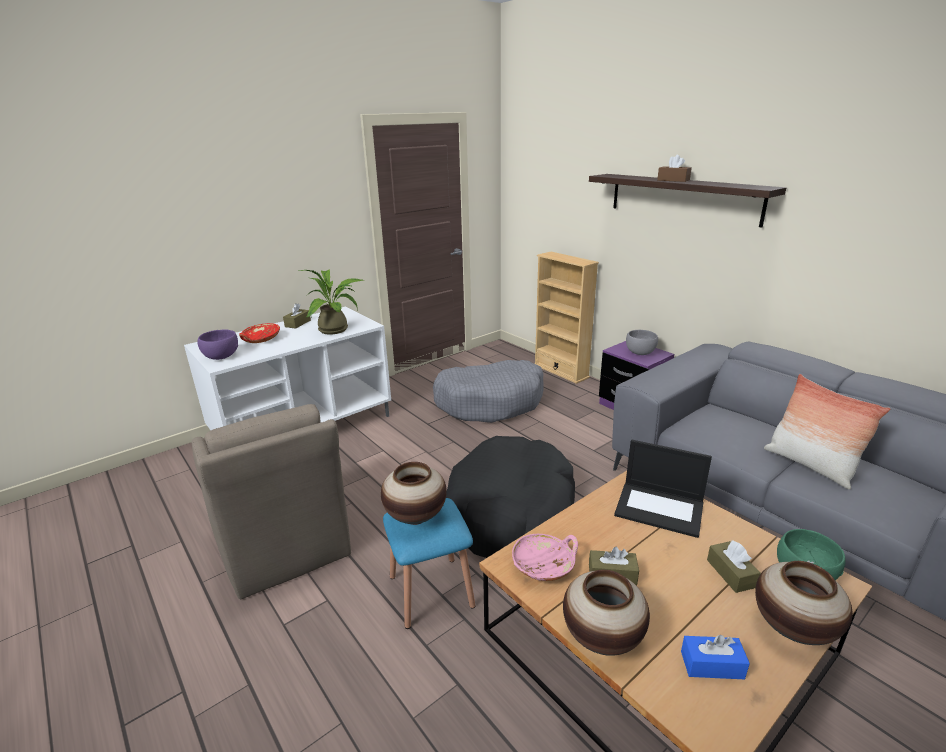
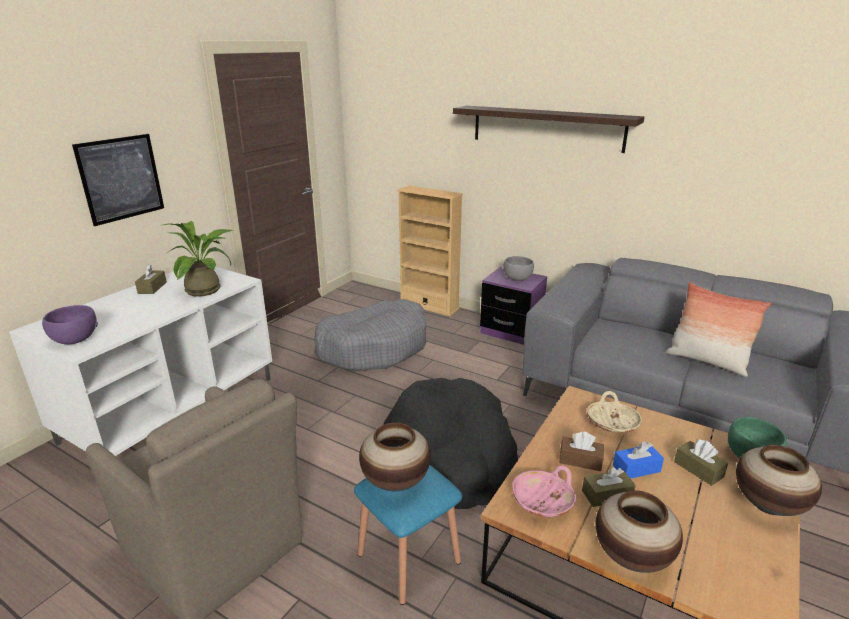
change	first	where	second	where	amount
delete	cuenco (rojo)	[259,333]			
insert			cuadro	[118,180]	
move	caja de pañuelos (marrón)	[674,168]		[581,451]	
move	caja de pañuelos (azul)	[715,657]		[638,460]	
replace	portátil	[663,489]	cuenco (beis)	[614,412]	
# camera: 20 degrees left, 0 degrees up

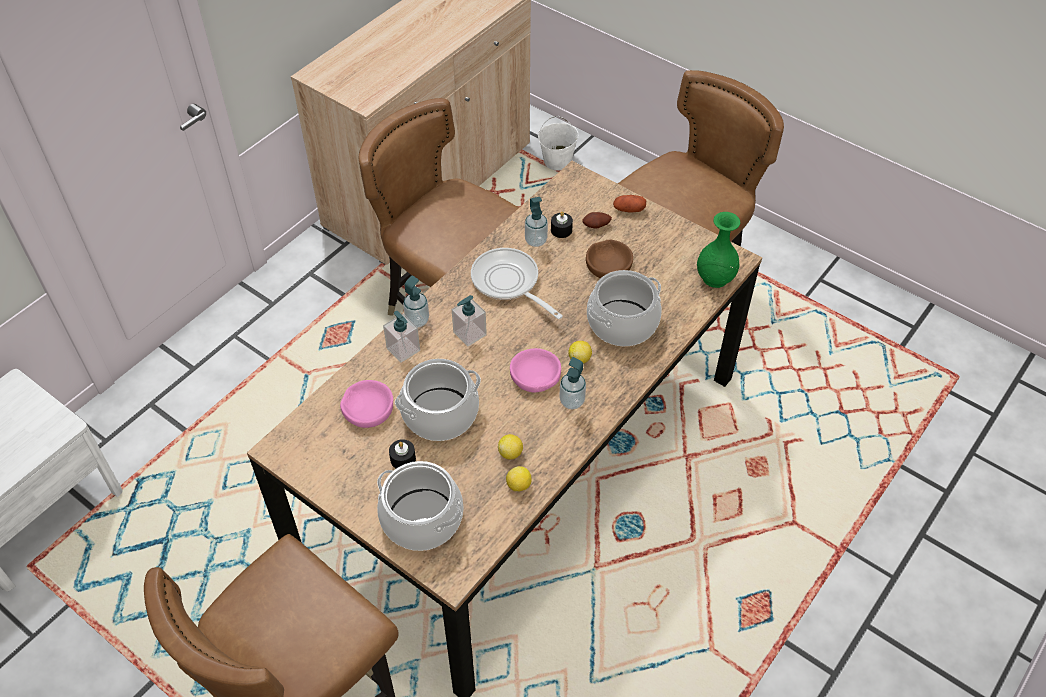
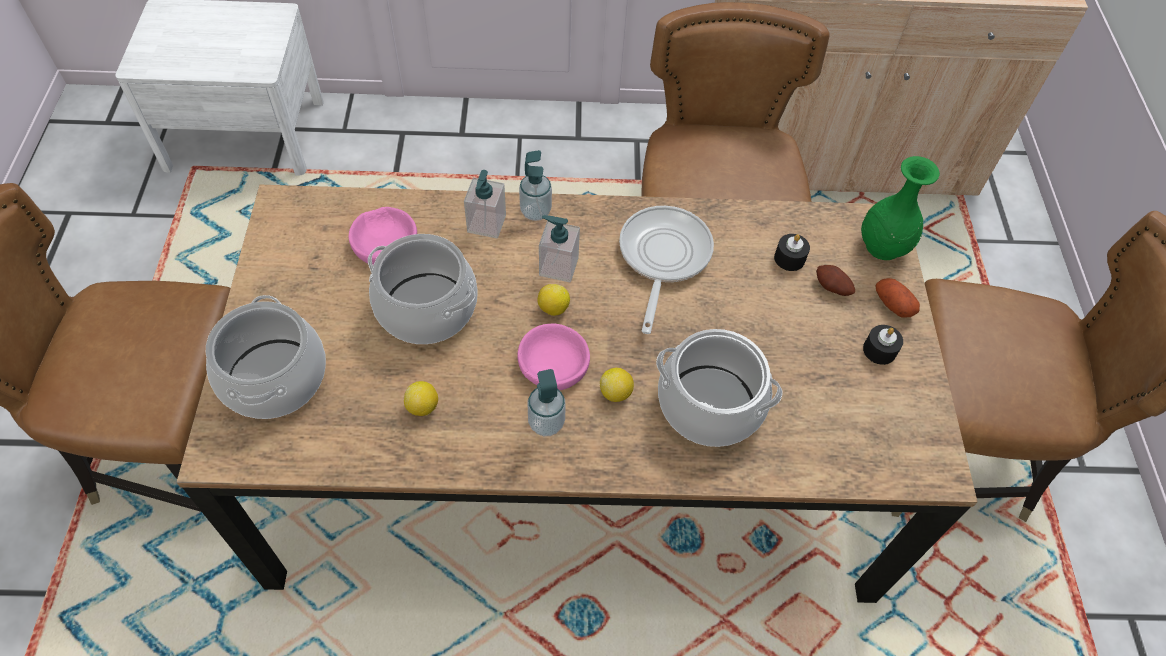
change	first	where	second	where	amount
delete	dispensador de jabón	[536,222]			
delete	cubo (blanco)	[558,143]			
delete	cuenco (marrón)	[609,259]			
move	vela (negro)	[402,454]		[883,345]	
move	limón	[519,479]		[553,300]	
move	florero (verde)	[718,250]		[900,208]	
# camera: 50 degrees right, 5 degrees up

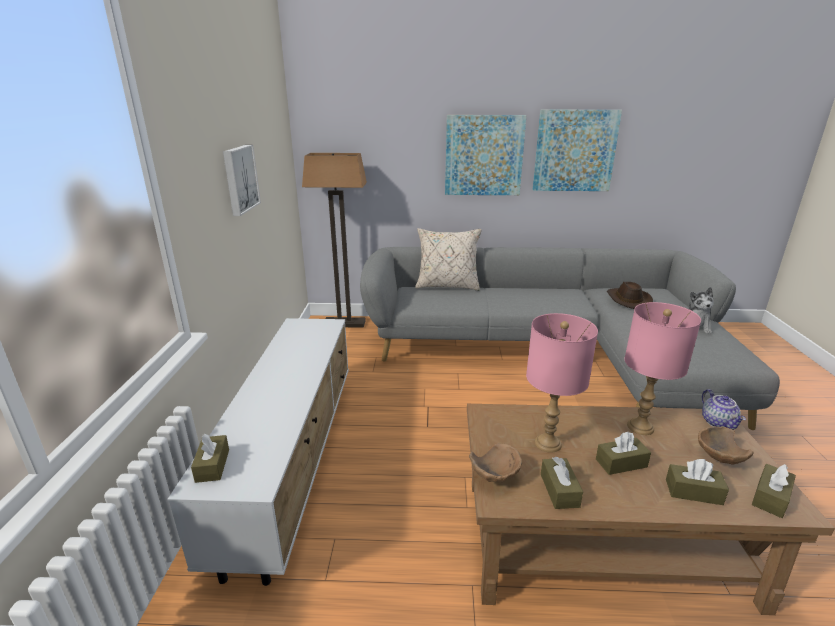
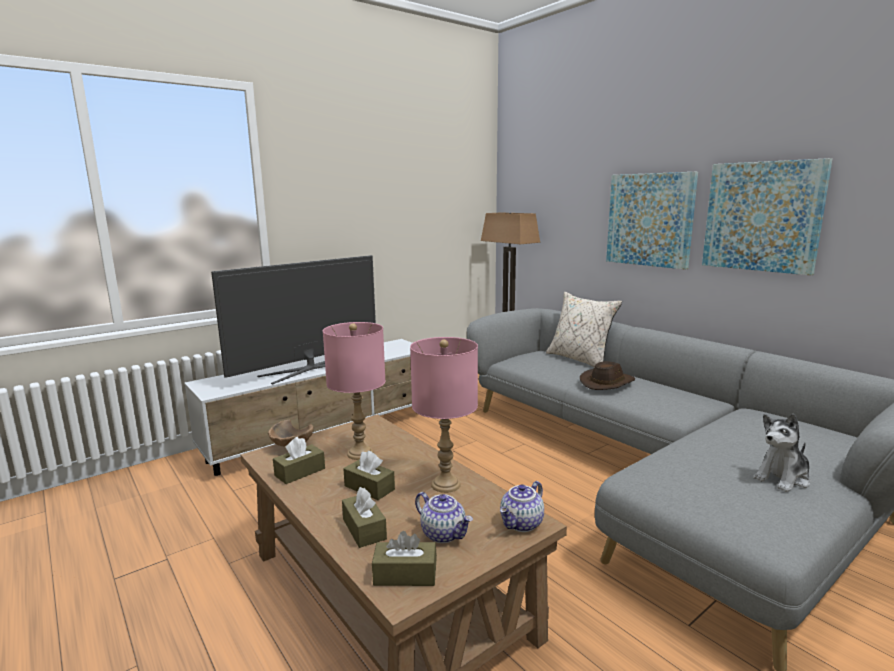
change	first	where	second	where	amount
delete	caja de pañuelos (marrón)	[210,458]			
delete	cuadro	[242,180]			
insert			televisor	[293,319]	
move	sombrero (marrón)	[630,295]		[607,375]	
replace	cuenco (marrón)	[726,445]	tetera	[444,517]	
# camera: 50 degrees right, 10 degrees down

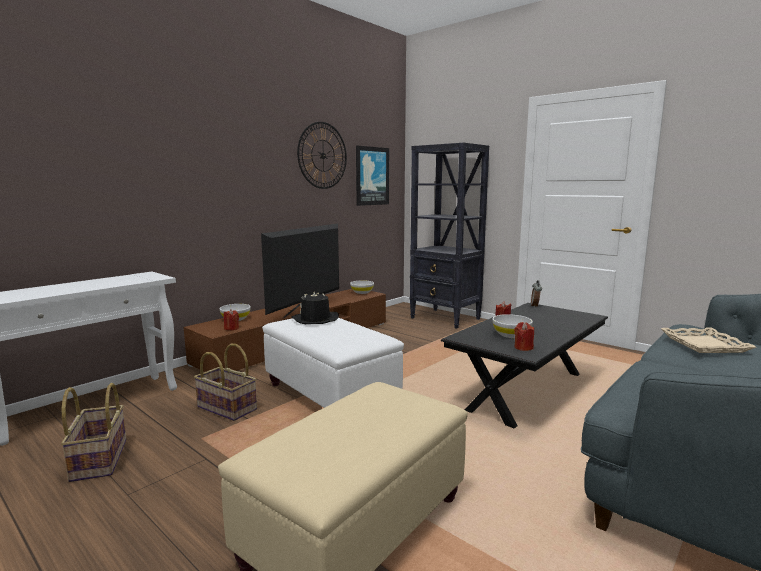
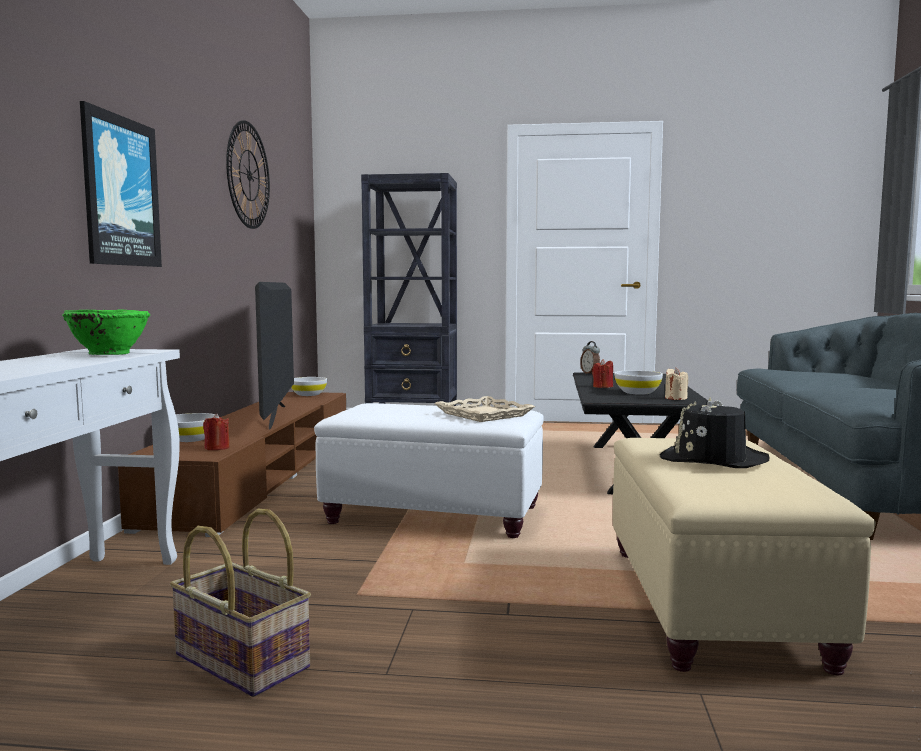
change	first	where	second	where	amount
delete	cesta	[225,382]			
insert			cuenco (verde)	[106,332]	
move	sombrero (negro)	[315,308]		[714,432]	
move	cuadro	[372,175]		[121,184]	
move	bandeja (beis)	[708,340]		[484,409]	
recolor	vela (rojo)	[524,336]	vela (beis)	[676,383]	
# camera: 35 degrees left, 5 degrees down

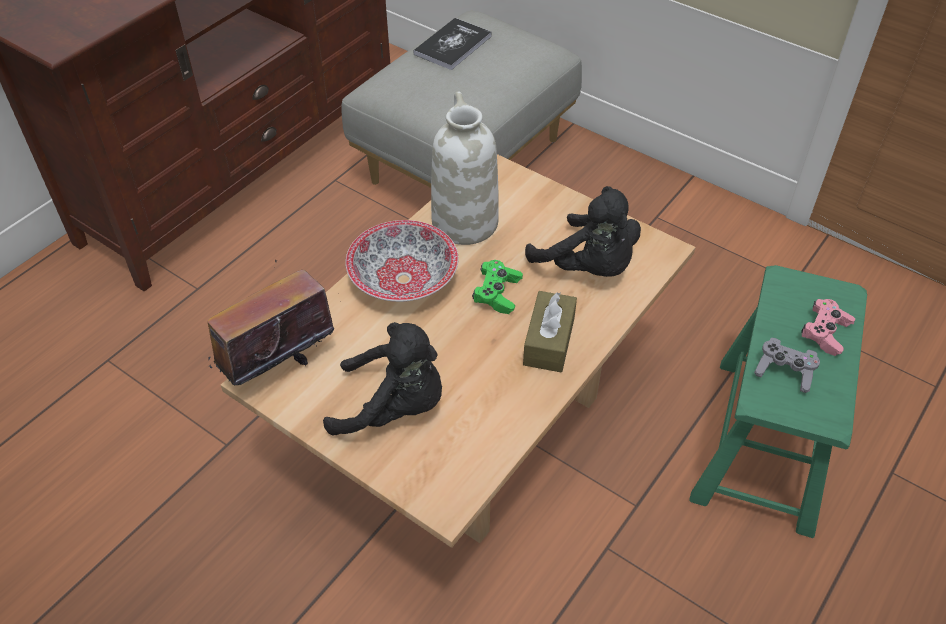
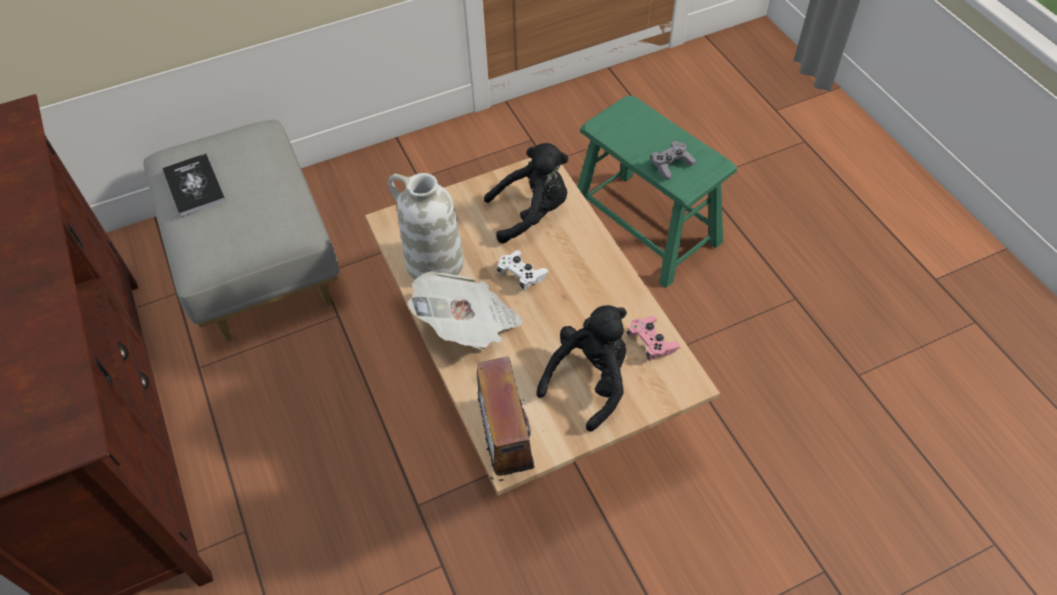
change	first	where	second	where	amount
delete	caja de pañuelos (marrón)	[550,332]			
move	mando de consola (rosa)	[828,327]		[653,338]	
replace	cuenco	[402,261]	periódico	[464,310]	
recolor	mando de consola (verde)	[497,287]	mando de consola (blanco)	[522,270]	
# camera: 60 degrees left, 5 degrees up

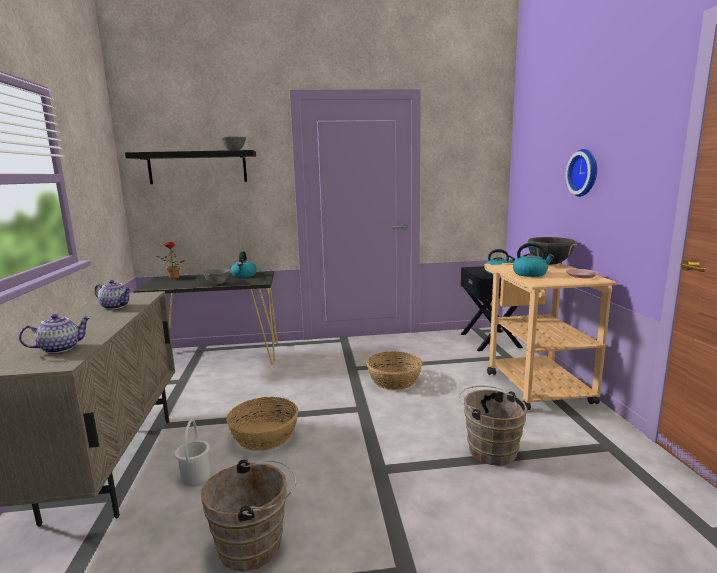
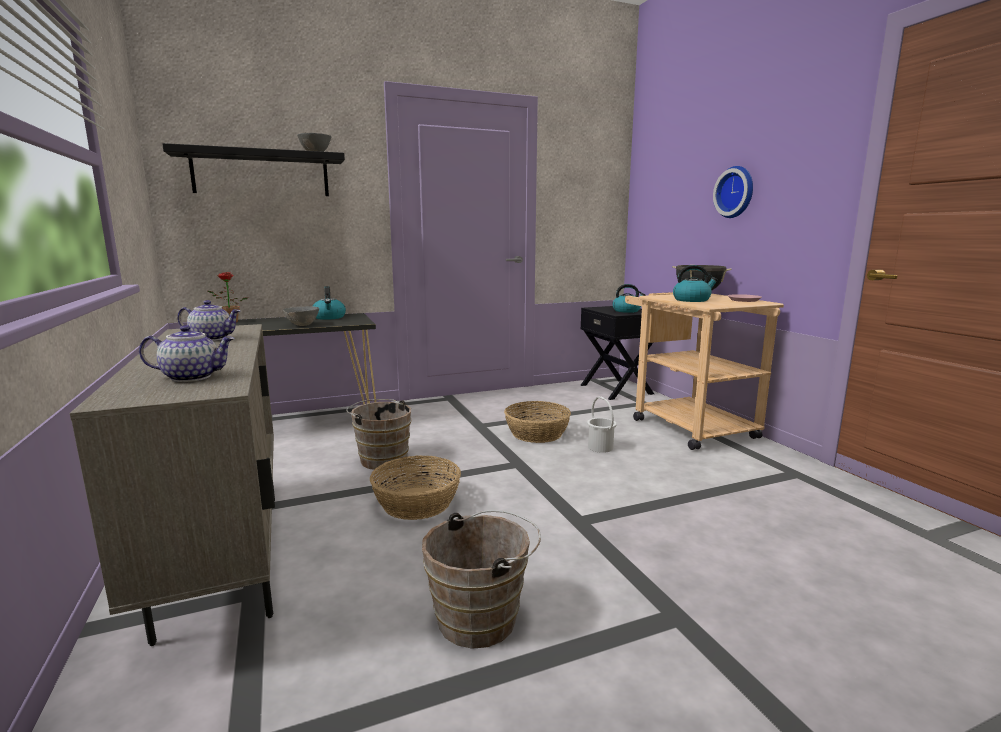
change	first	where	second	where	amount
move	cubo (blanco)	[192,452]		[602,425]	
move	cubo (marrón)	[492,425]		[378,434]	
rotate	tetera	[55,333]		[187,353]	45 degrees clockwise
# camera: 15 degrees left, 0 degrees up

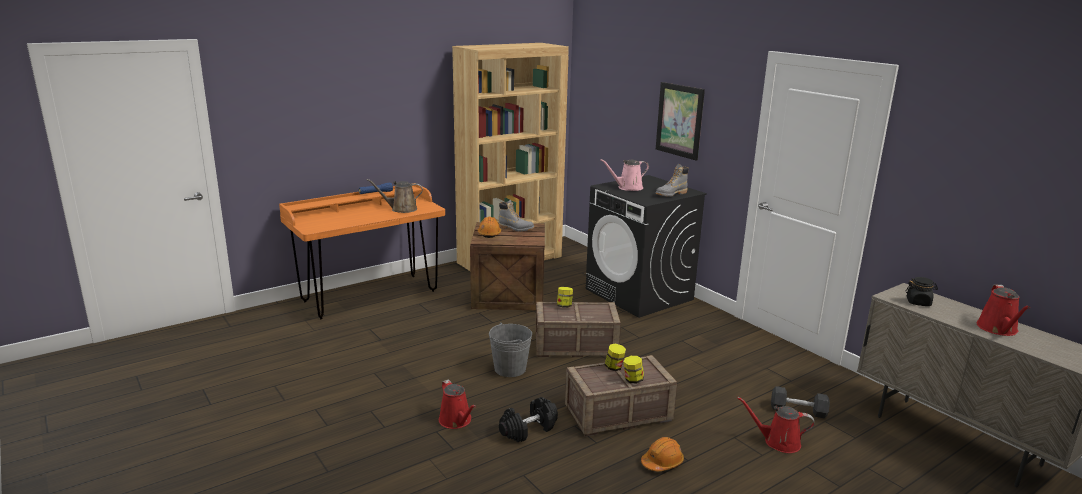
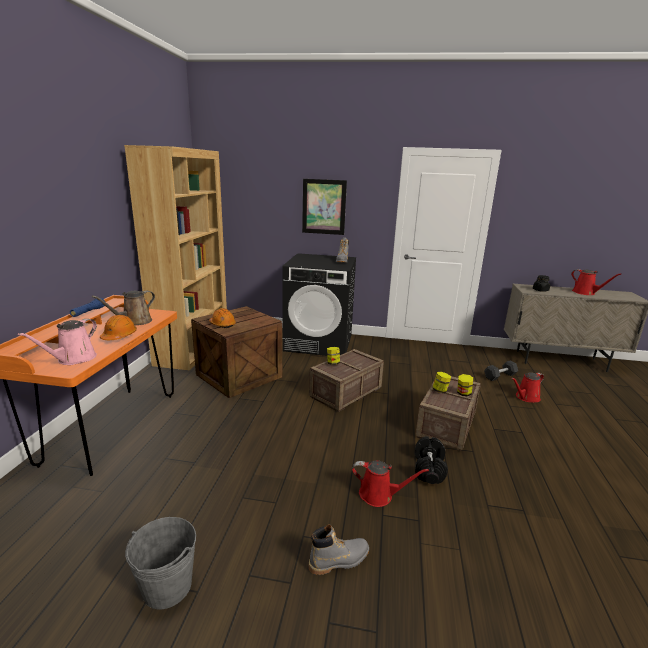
change	first	where	second	where	amount
move	cubo (gris)	[510,349]		[160,563]	
move	bota (gris)	[516,216]		[339,549]	
move	regadera (rosa)	[624,175]		[57,342]	
move	casco (naranja)	[662,454]		[118,327]	
# camera: 45 degrees left, 0 degrees up

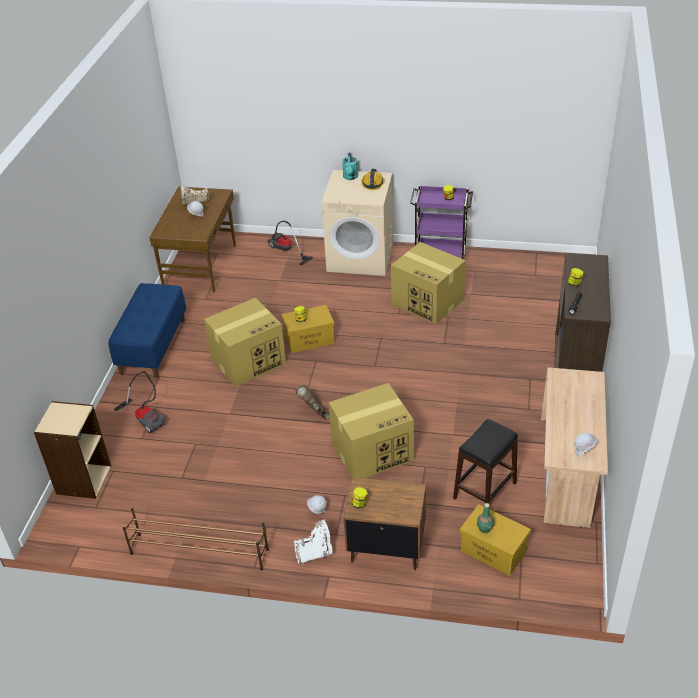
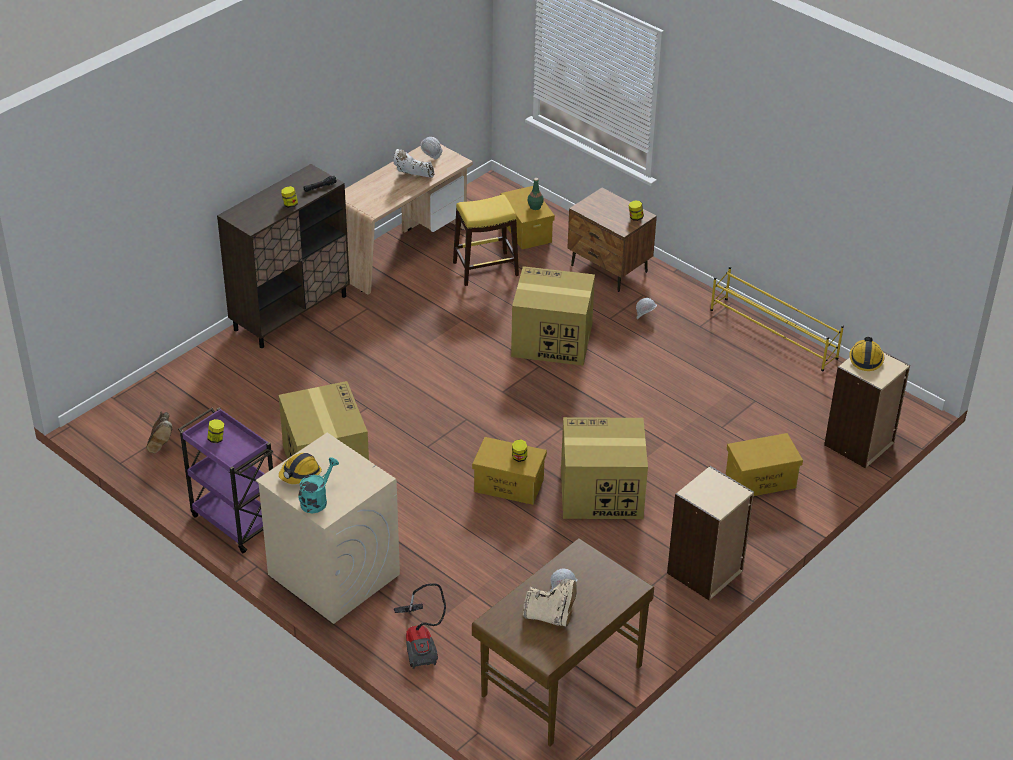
change	first	where	second	where	amount
insert			casco	[866,354]	
move	bota (blanco)	[313,542]		[414,163]	
move	bota (marrón)	[313,402]		[159,432]	
replace	banco (azul)	[147,330]	estantería (beis)	[710,533]	
replace	aspiradora	[140,402]	caja de almacenaje (amarillo)	[764,464]	
recolor	zapatero (marrón)	[196,539]	zapatero (amarillo)	[777,318]	
recolor	taburete (negro)	[485,461]	taburete (amarillo)	[486,240]	
# camera: 150 degrees left, 0 degrees up

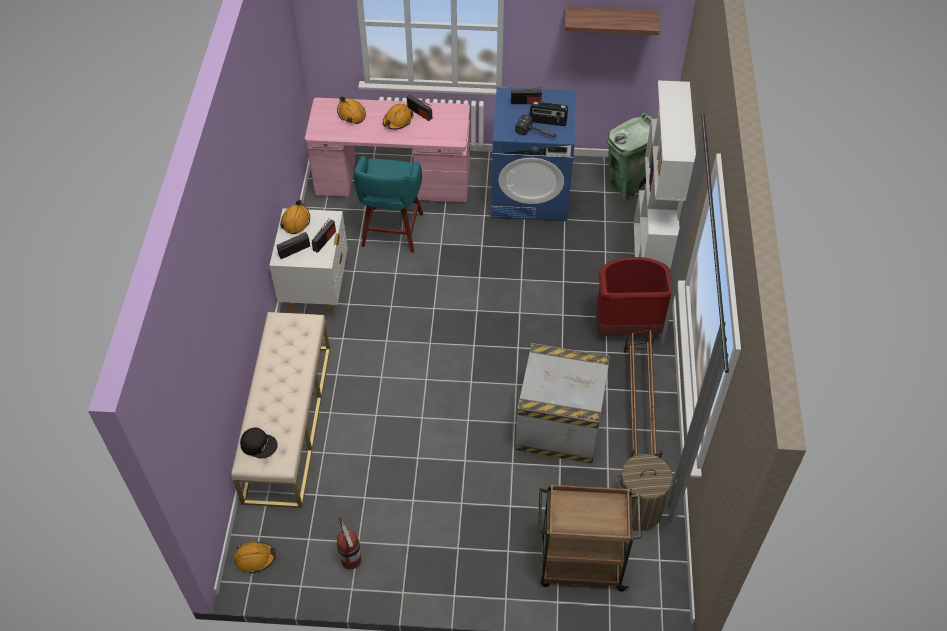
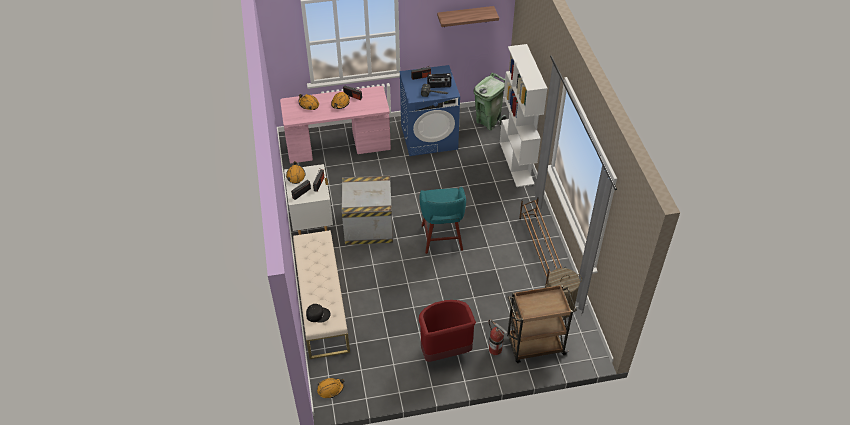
change	first	where	second	where	amount
move	extintor	[349,543]		[498,337]	
move	taburete (turquesa)	[388,204]		[442,220]	
move	caja de embalaje	[562,403]		[367,210]	
move	papelera (rojo)	[634,296]		[447,331]	
# camera: 15 degrees left, 5 degrees down

